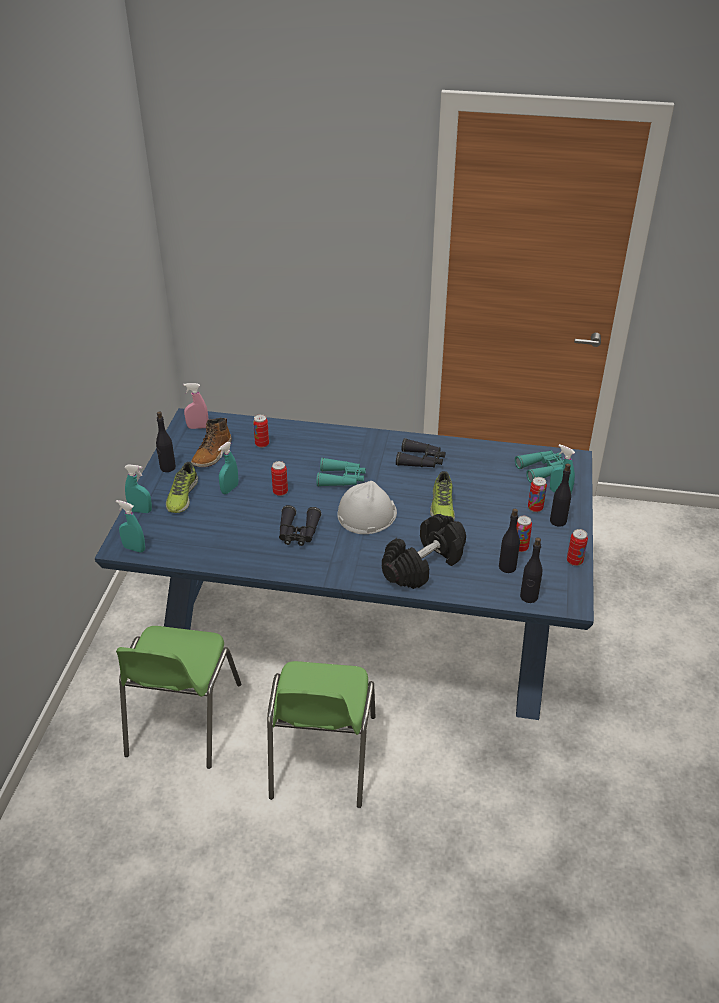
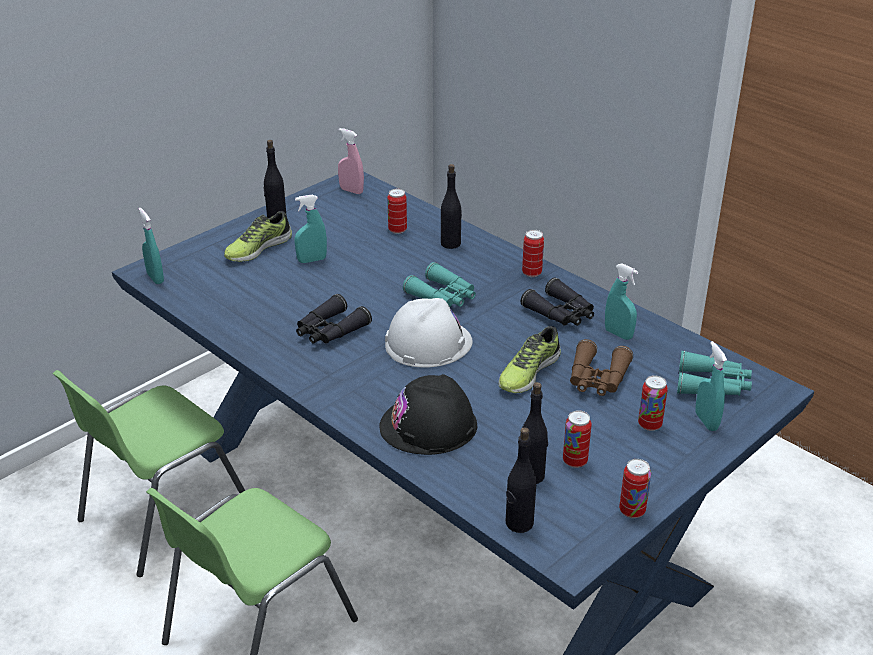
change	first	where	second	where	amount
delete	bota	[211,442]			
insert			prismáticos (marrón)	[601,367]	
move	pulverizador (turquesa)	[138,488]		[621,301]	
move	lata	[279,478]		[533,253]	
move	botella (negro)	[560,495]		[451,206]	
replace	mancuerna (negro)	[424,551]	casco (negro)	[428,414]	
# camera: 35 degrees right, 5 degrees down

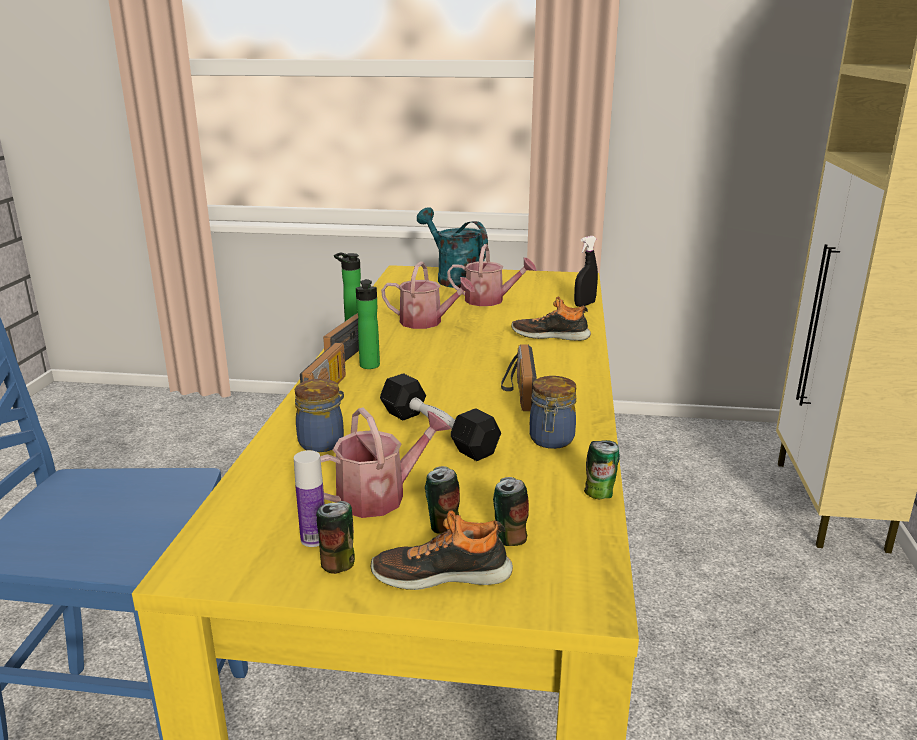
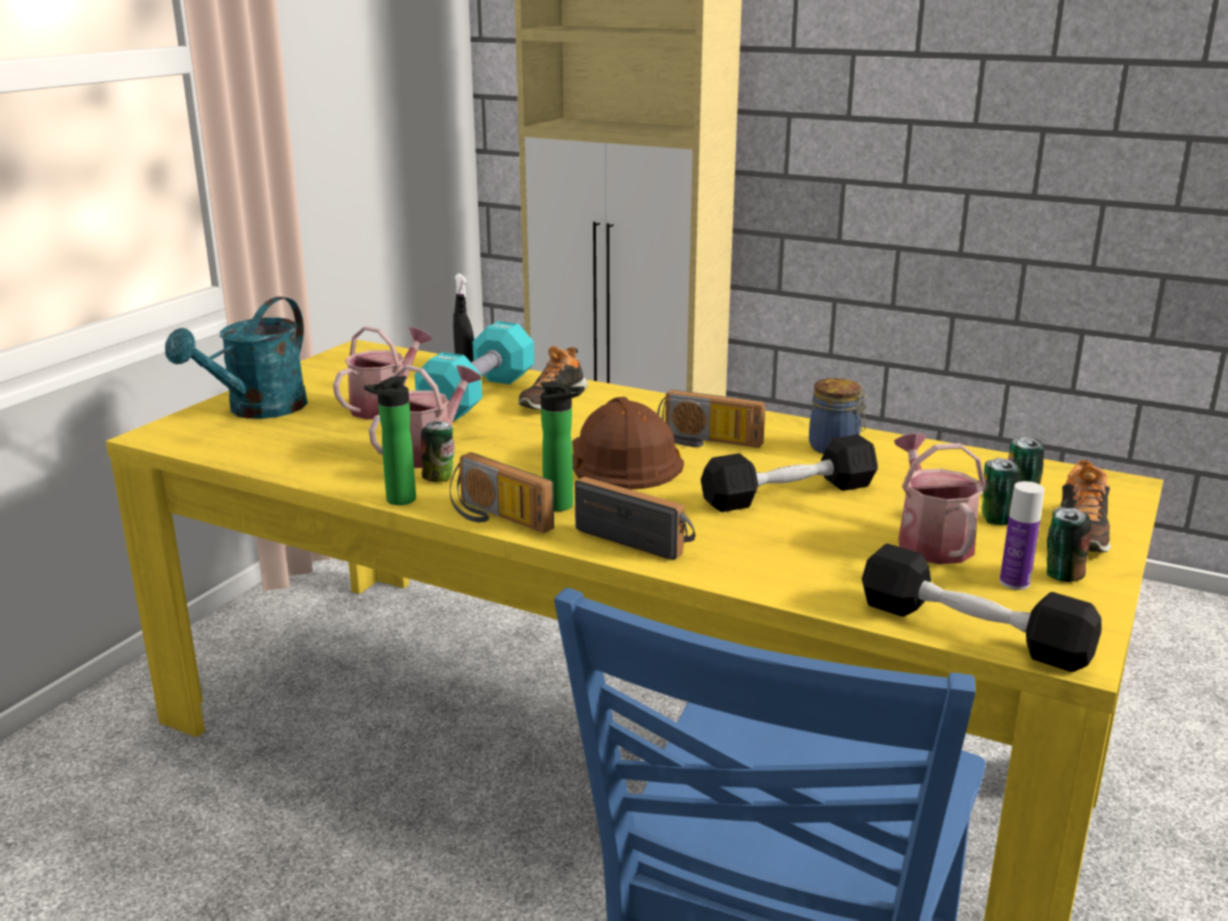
change	first	where	second	where	amount
delete	tarro	[319,415]			
insert			mancuerna (turquesa)	[474,371]	
insert			casco (marrón)	[628,443]	
insert			mancuerna (negro)	[982,607]	
move	lata	[602,469]		[438,451]	
rotate	regadera (turquesa)	[452,247]		[236,358]	45 degrees counterclockwise
# camera: 70 degrees left, 0 degrees up

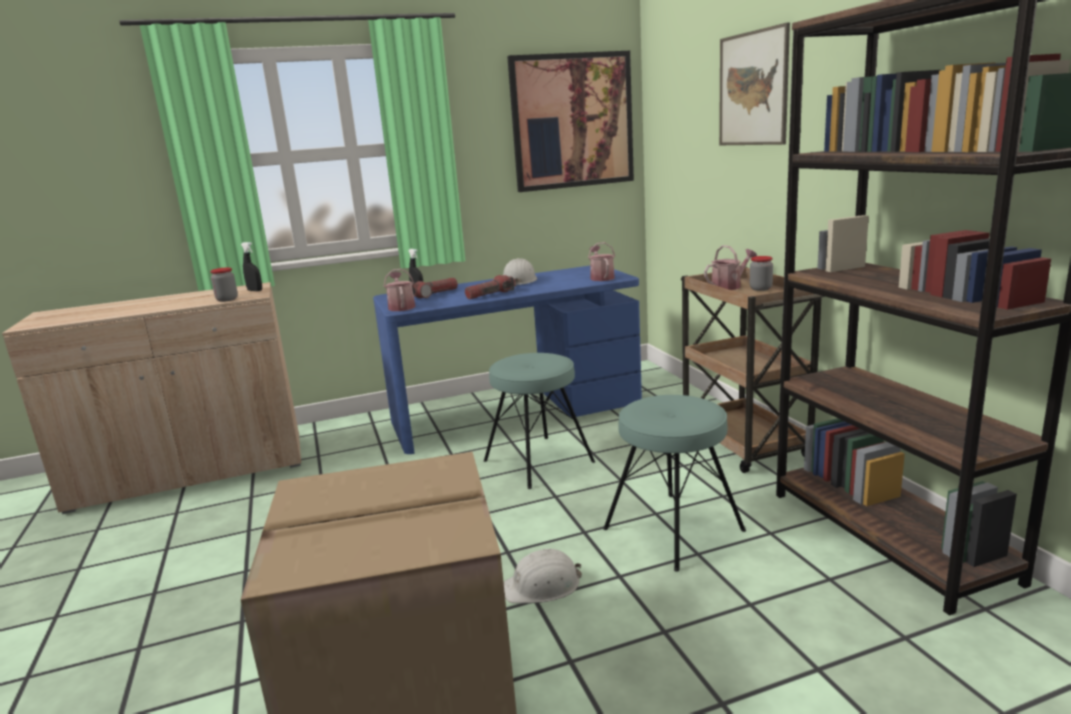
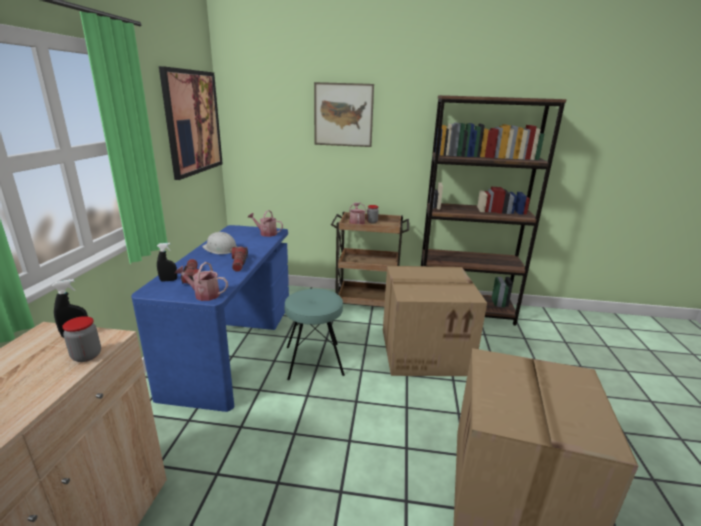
change	first	where	second	where	amount
delete	casco (blanco)	[543,576]			
replace	taburete (turquesa)	[674,483]	caja de cartón	[435,321]	
# camera: 65 degrees left, 5 degrees up

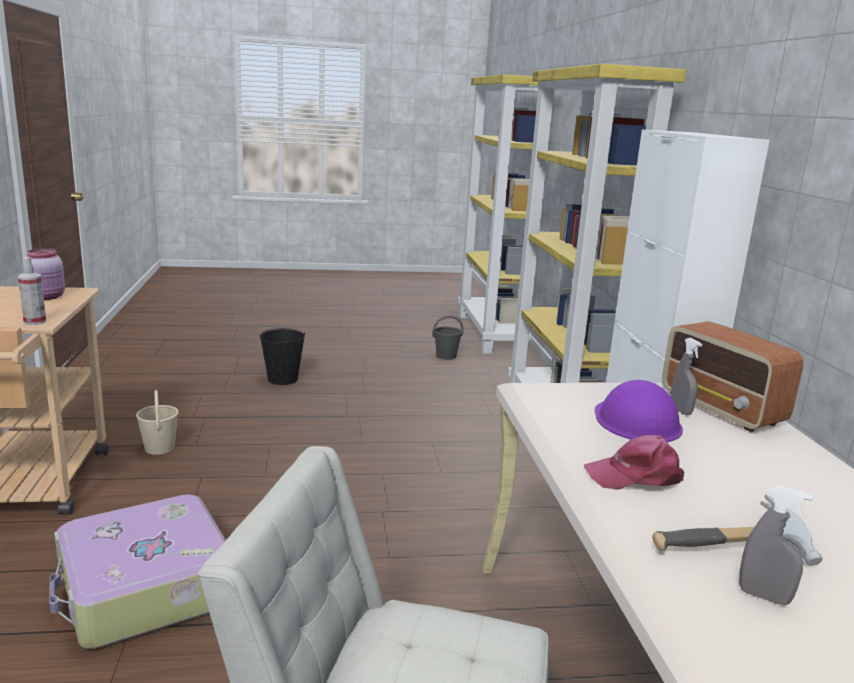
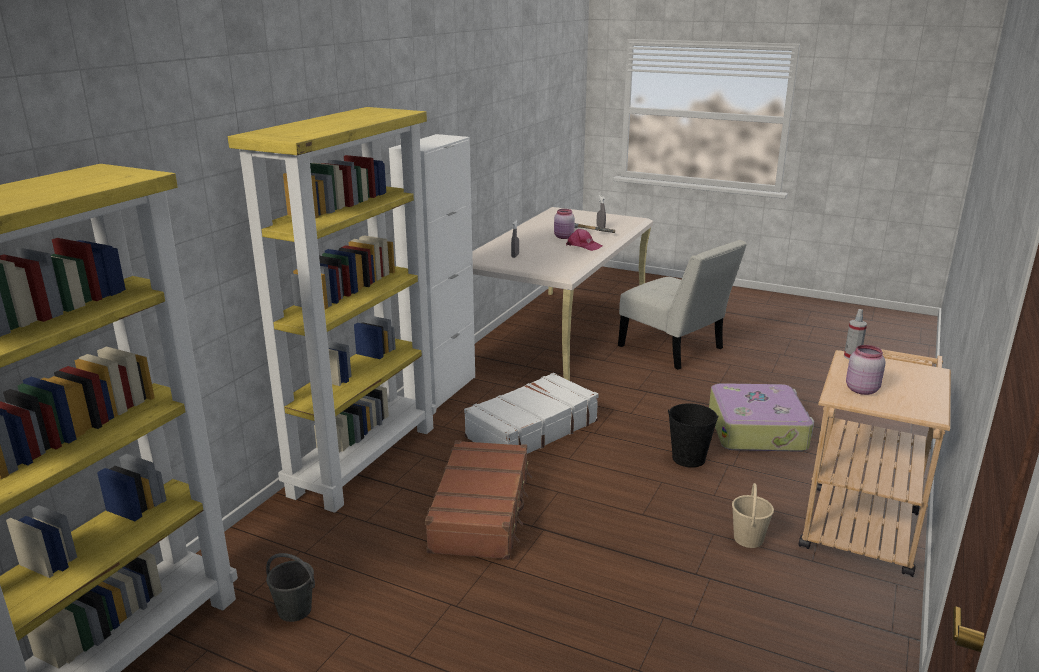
change	first	where	second	where	amount
delete	casco (morado)	[639,411]			
delete	radio	[732,376]			
insert			maleta (marrón)	[478,500]	
insert			maleta (blanco)	[531,413]	
insert			tarro (rosa)	[564,224]	
move	cubo (negro)	[282,356]		[693,435]	
# camera: 145 degrees left, 5 degrees up

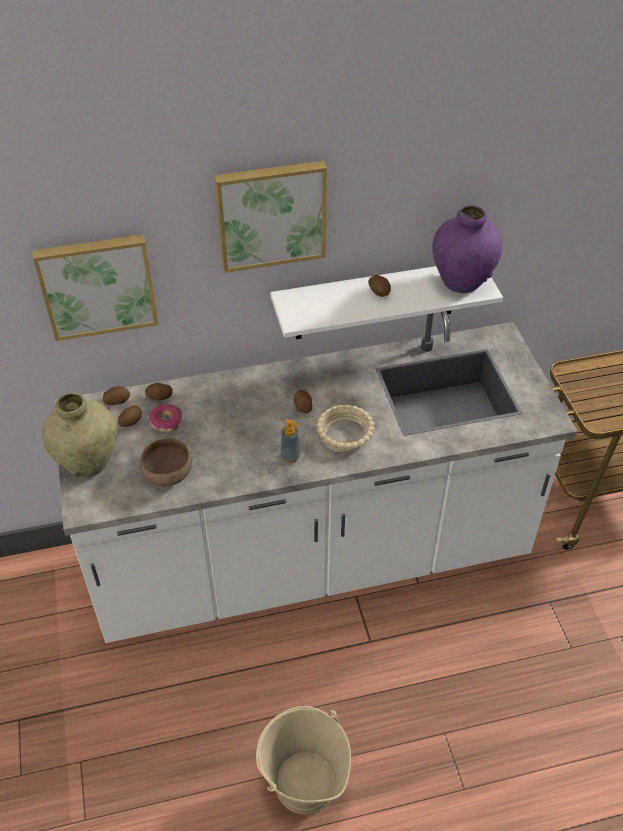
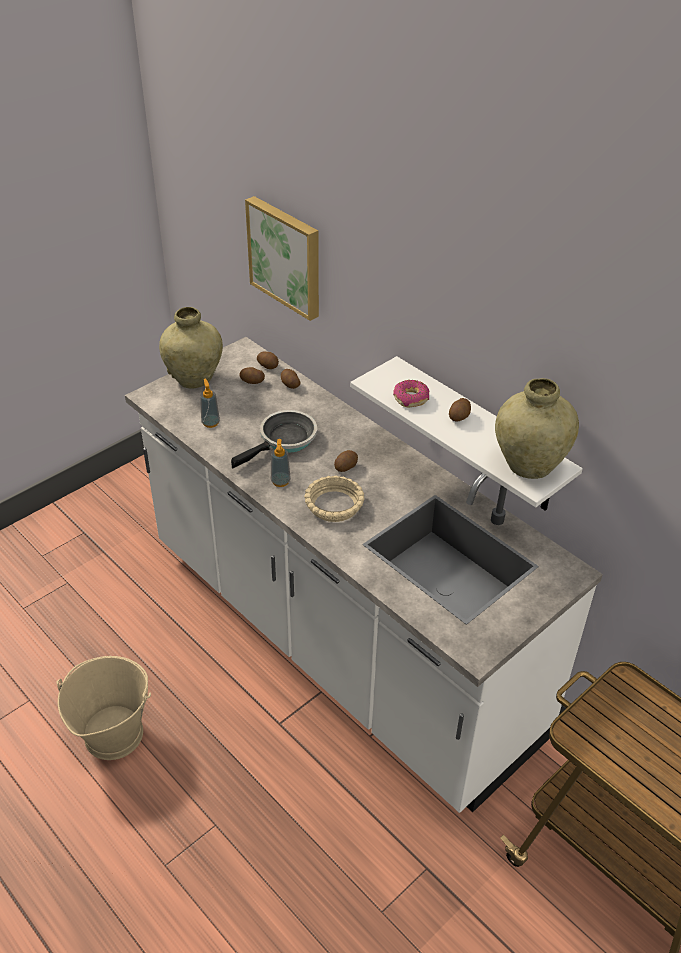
change	first	where	second	where	amount
delete	cuadro	[270,217]			
insert			sartén	[274,439]	
move	rosquilla	[165,418]		[411,394]	
replace	cuenco (marrón)	[166,462]	dispensador de jabón	[210,403]	
recolor	florero (morado)	[467,249]	florero (beis)	[537,428]	
# camera: 60 degrees right, 5 degrees down

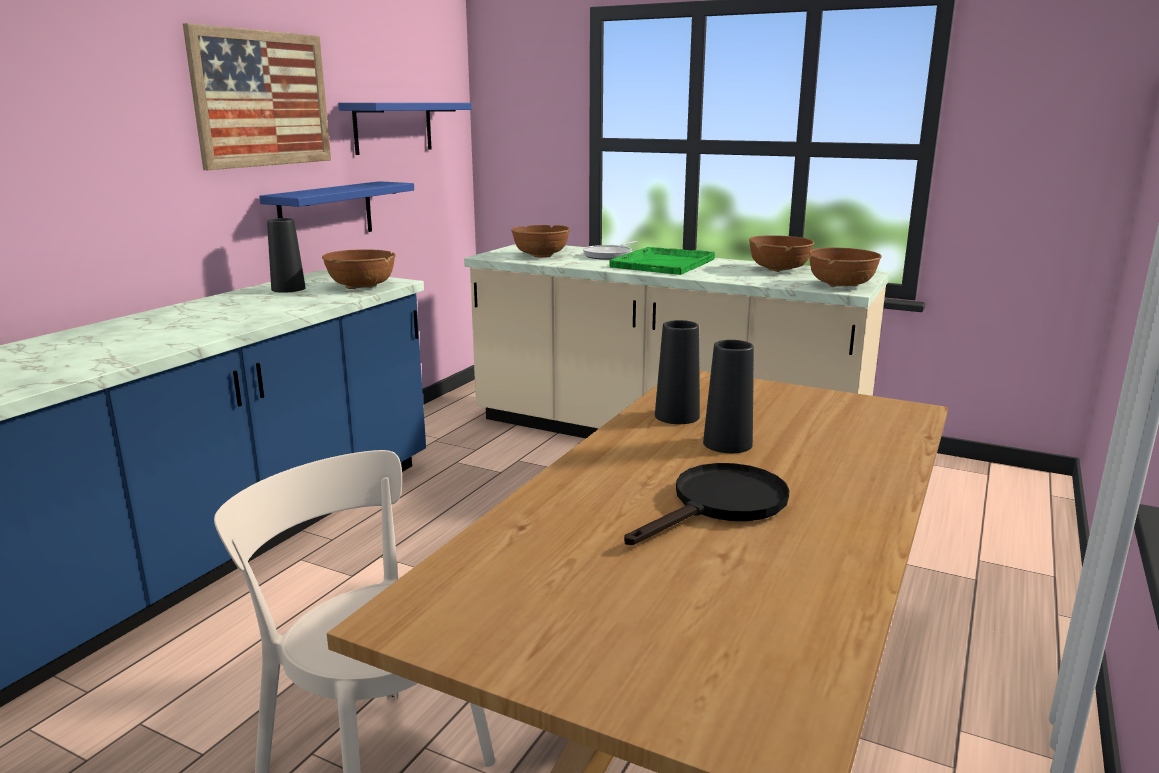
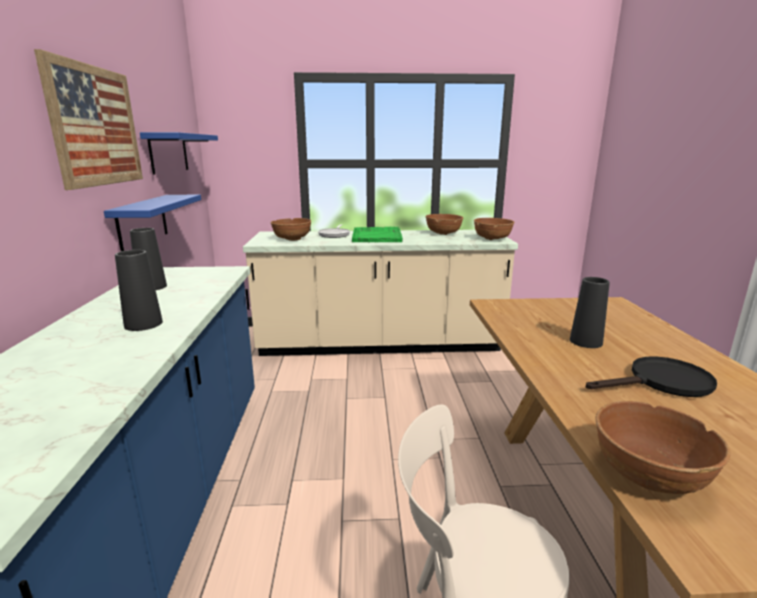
change	first	where	second	where	amount
move	cuenco (marrón)	[359,269]		[663,447]	
move	florero (negro)	[677,372]		[139,290]	
rotate	sartén (negro)	[706,504]		[651,376]	60 degrees clockwise
# camera: 30 degrees left, 0 degrees up

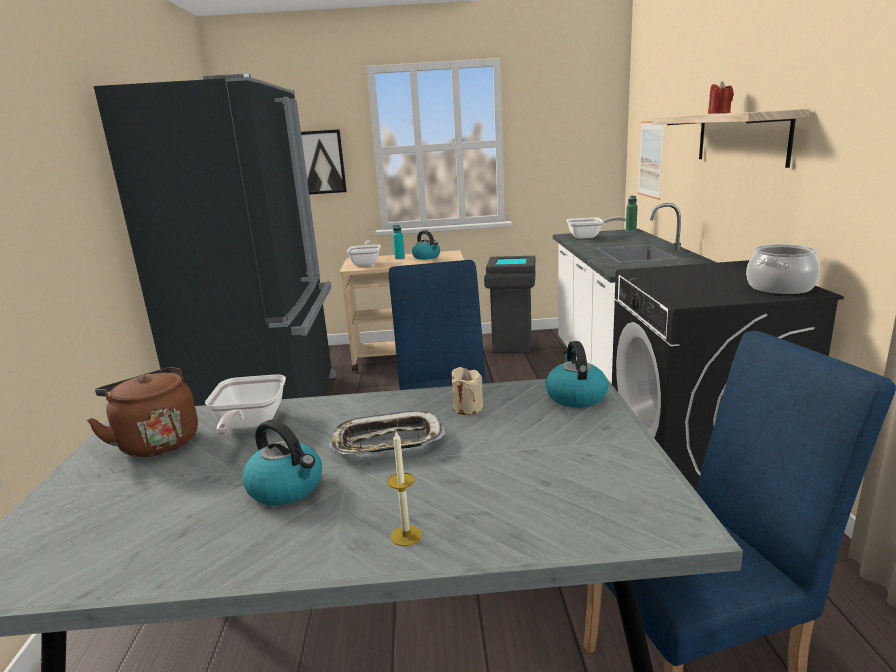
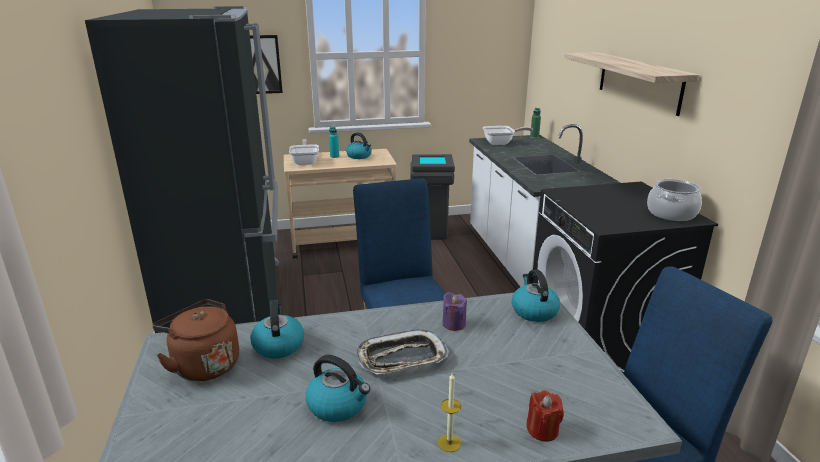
change	first	where	second	where	amount
delete	cuadro	[651,160]			
move	vela (rojo)	[721,97]		[545,416]	
replace	sartén	[245,405]	hervidor	[277,329]	
recolor	vela (beis)	[467,391]	vela (morado)	[454,311]	
# camera: 10 degrees left, 5 degrees up

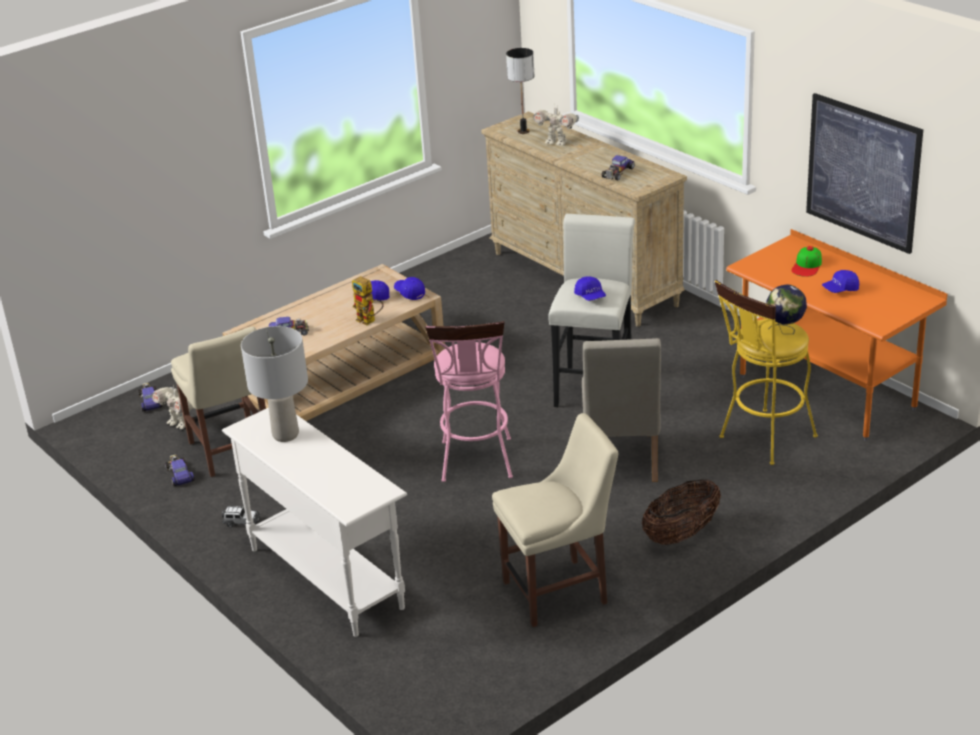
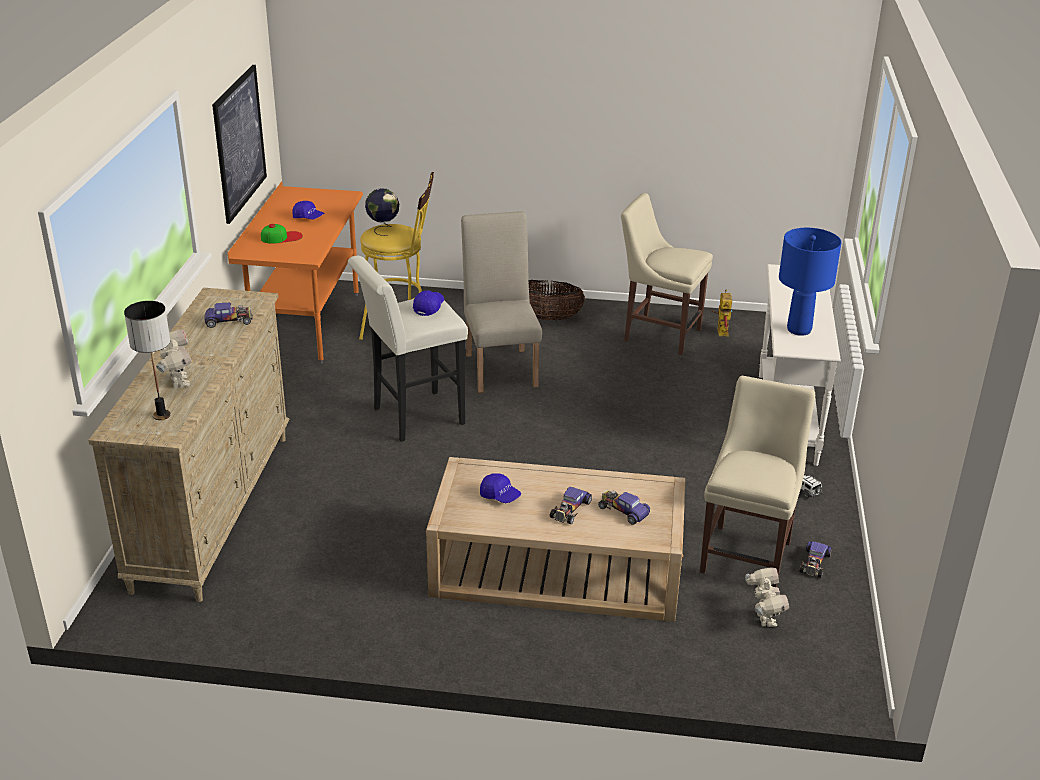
change	first	where	second	where	amount
delete	gorra (azul)	[409,288]			
delete	taburete (rosa)	[469,401]			
move	coche de juguete	[150,397]		[571,505]	
move	robot de juguete	[367,301]		[722,313]	
recolor	lámpara de mesa (gris)	[274,384]	lámpara de mesa (azul)	[810,282]	
rotate	silla (beis)	[621,410]		[501,302]	60 degrees counterclockwise
# camera: 135 degrees left, 0 degrees up

